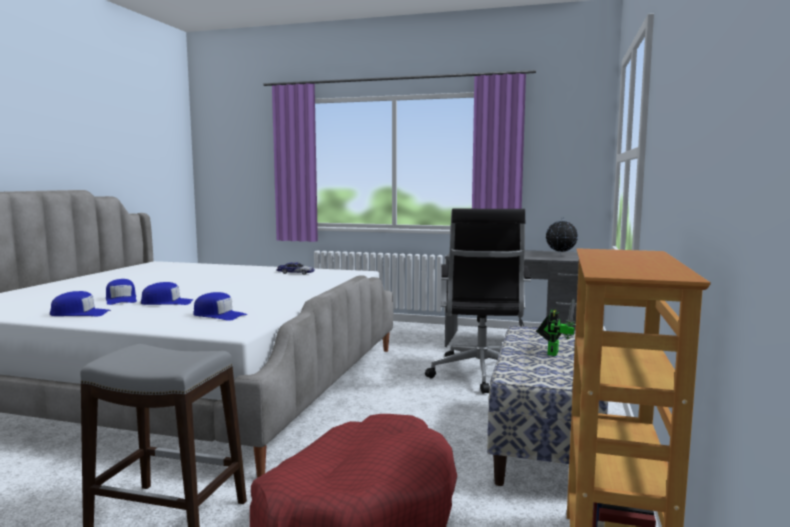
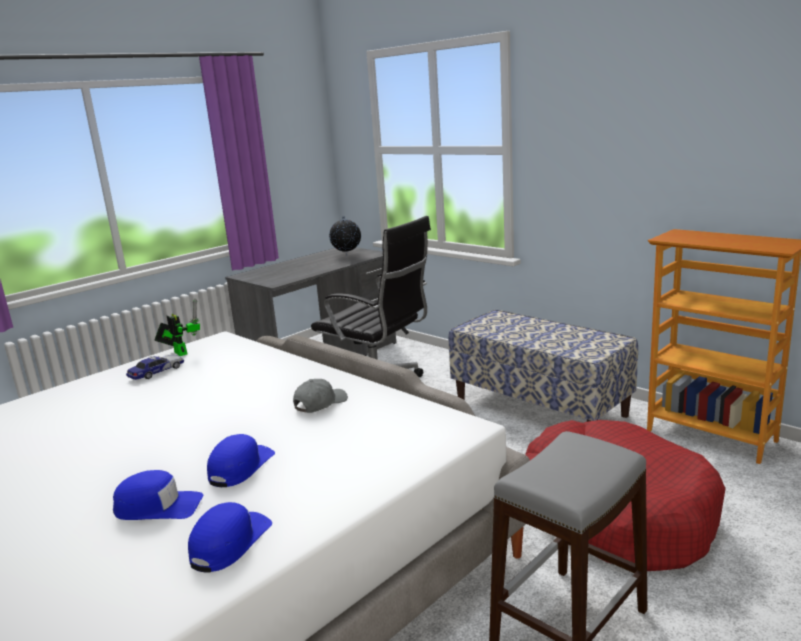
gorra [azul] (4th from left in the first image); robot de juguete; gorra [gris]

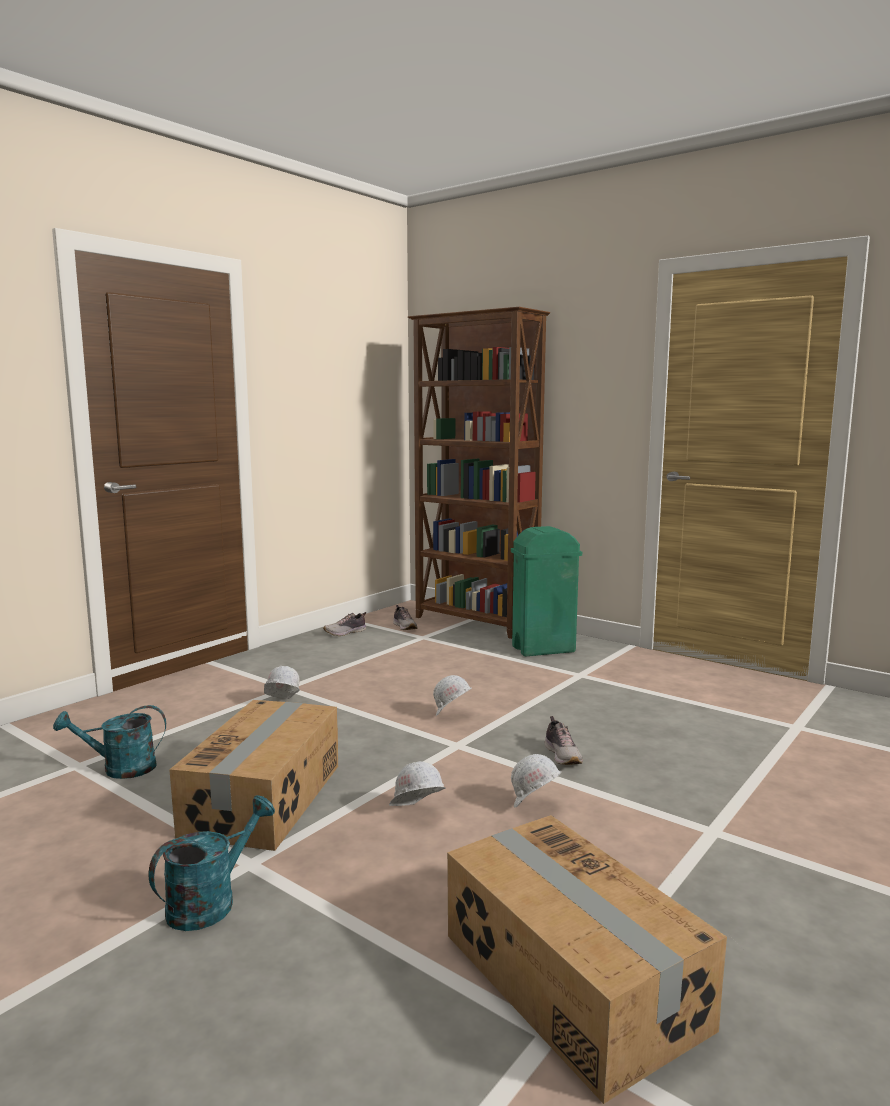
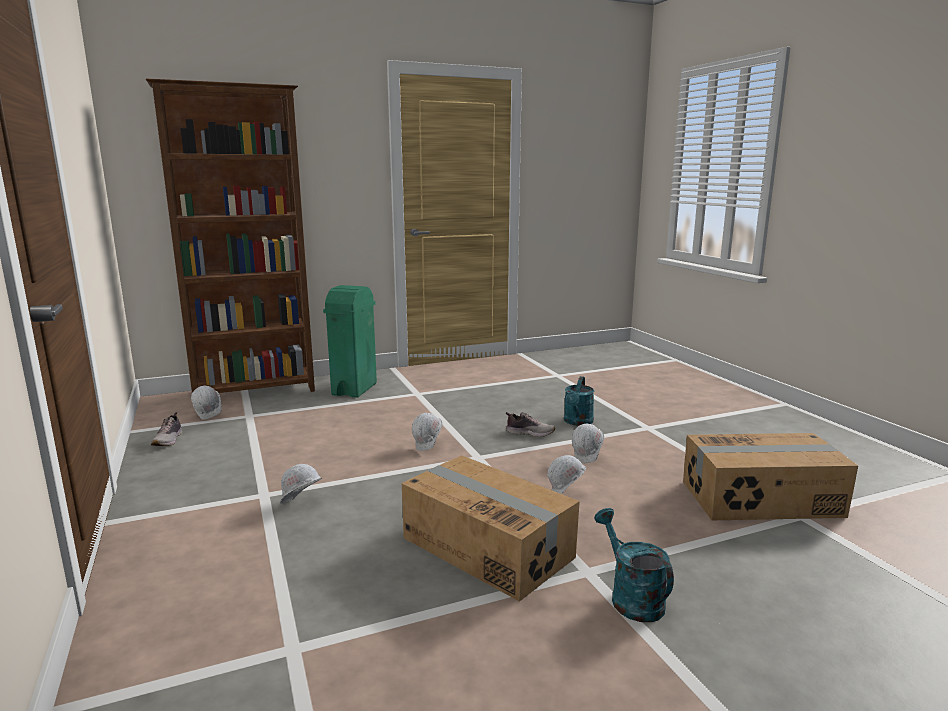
casco [blanco] (1st from left); regadera [turquesa] (1st from left)

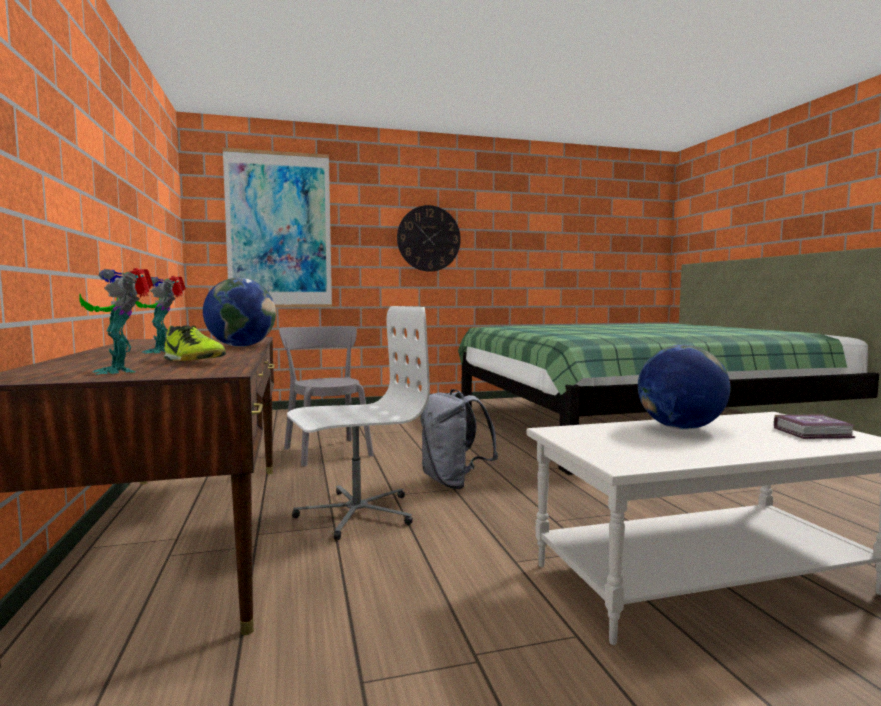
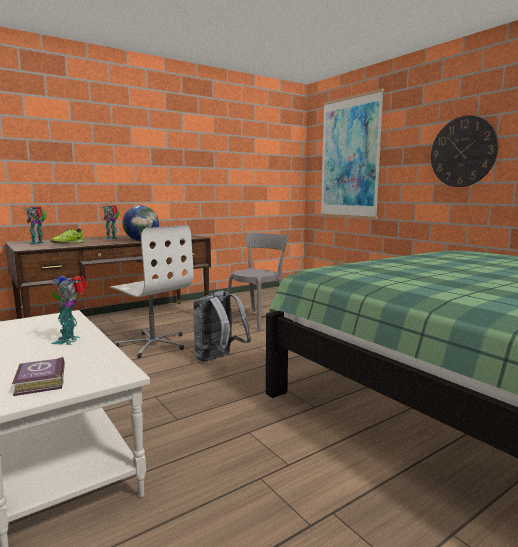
robot de juguete (2nd from left)

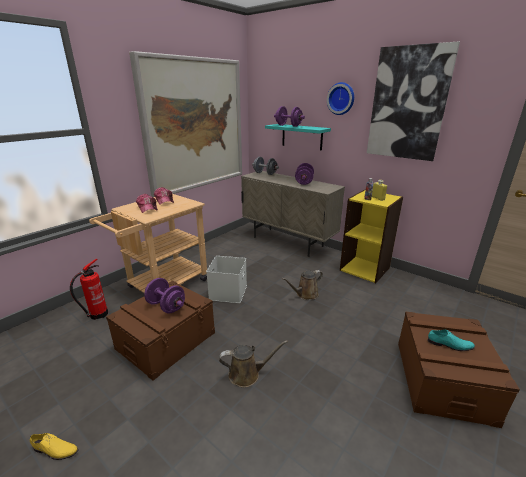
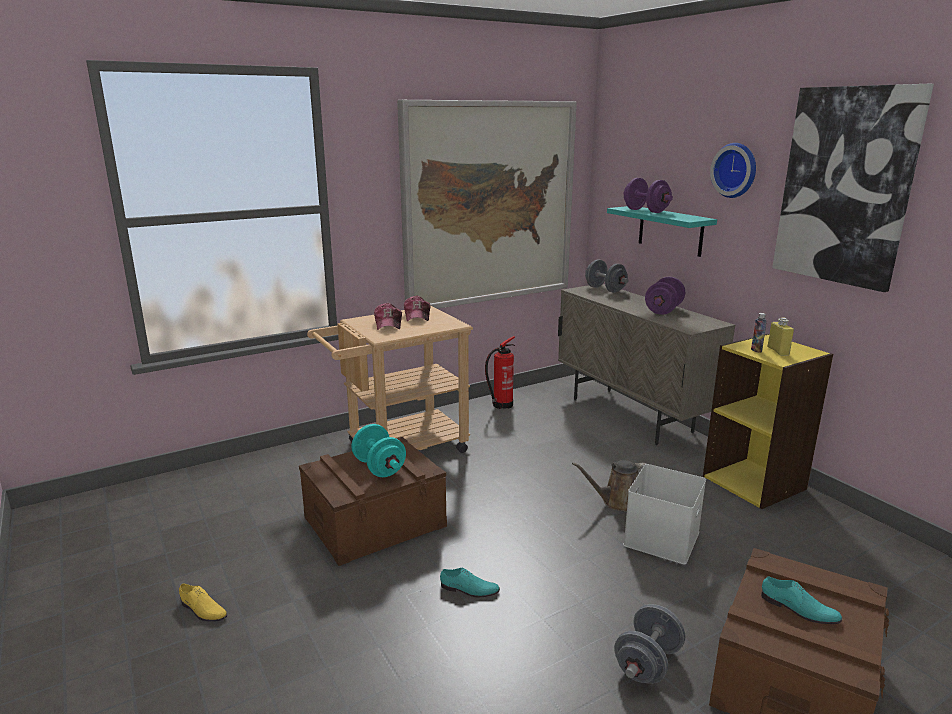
caja de almacenaje [blanco]; extintor; mancuerna [turquesa]; zapato [turquesa] (1st from left); mancuerna [gris] (2nd from left)

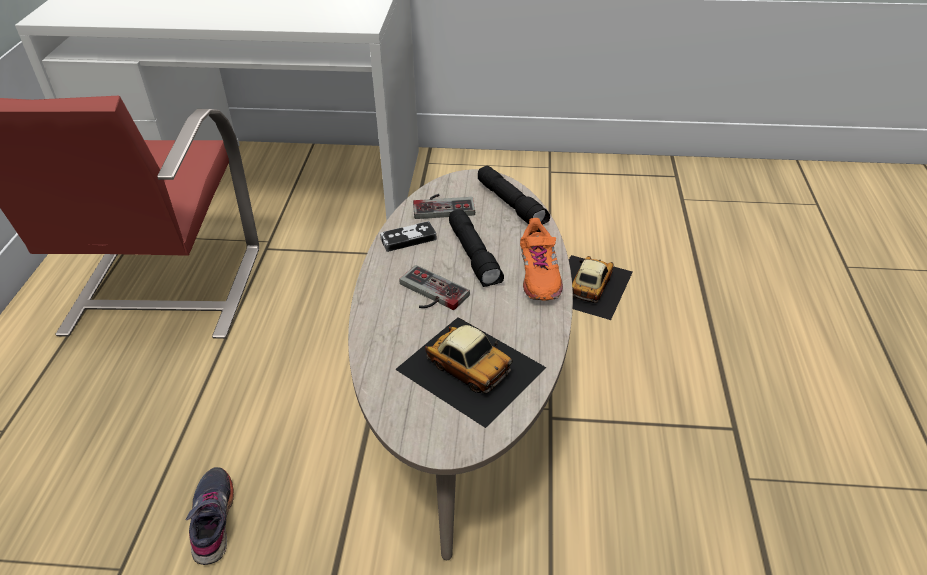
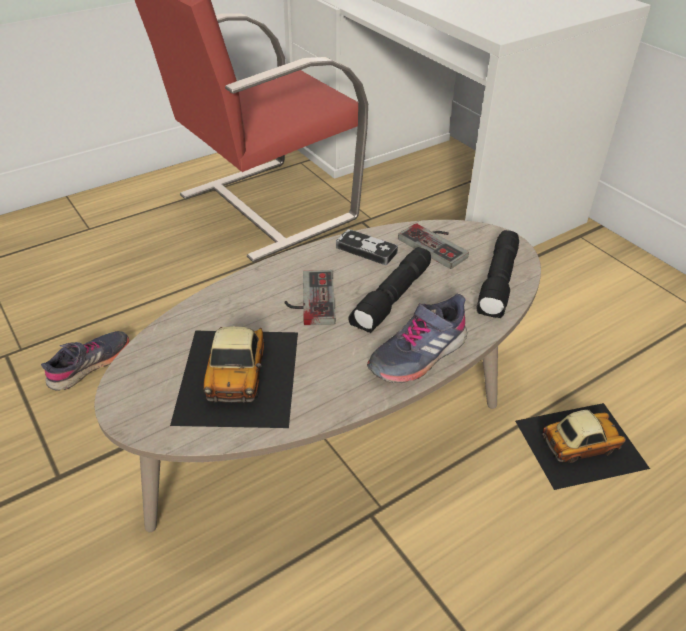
zapato [gris] (2nd from left)

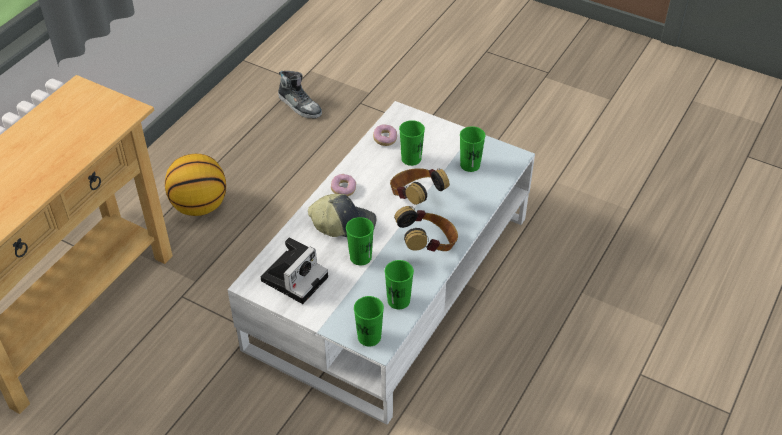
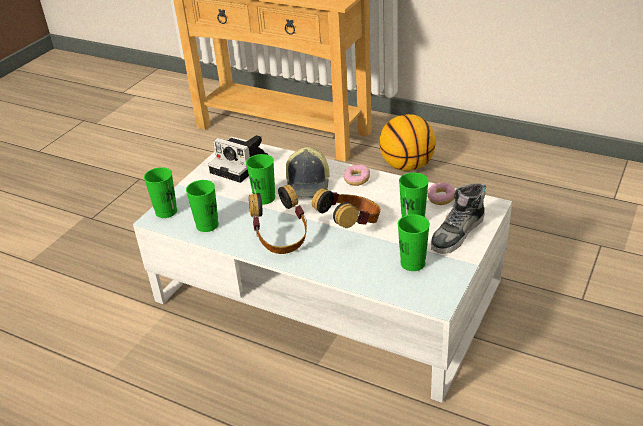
zapato

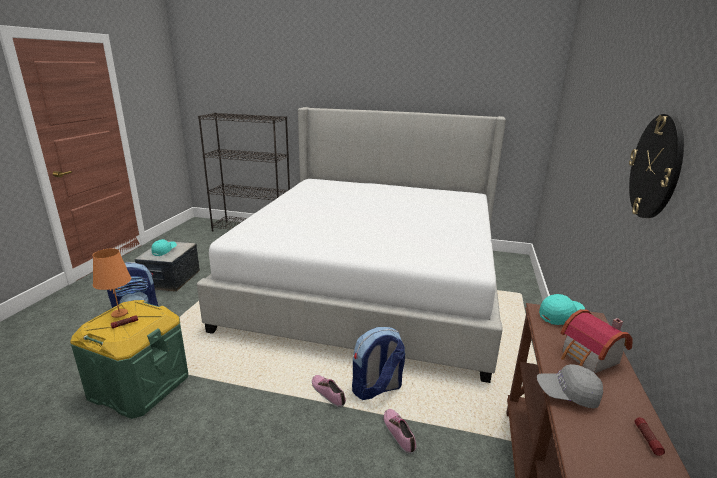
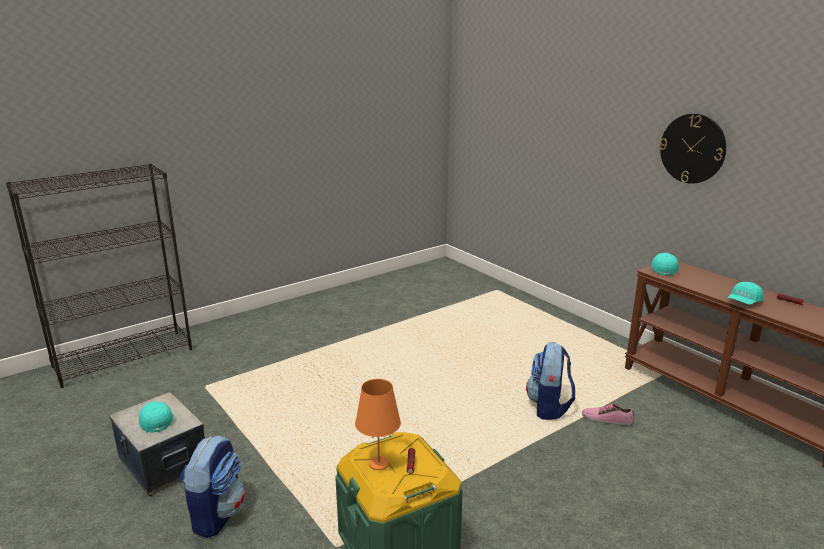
cama; casita; gorra [turquesa] (3rd from left); zapato (1st from left in the first image)

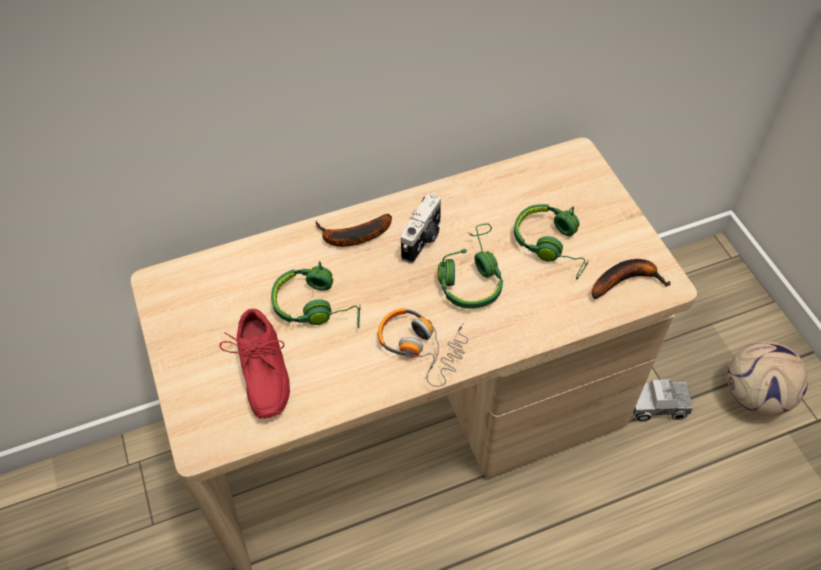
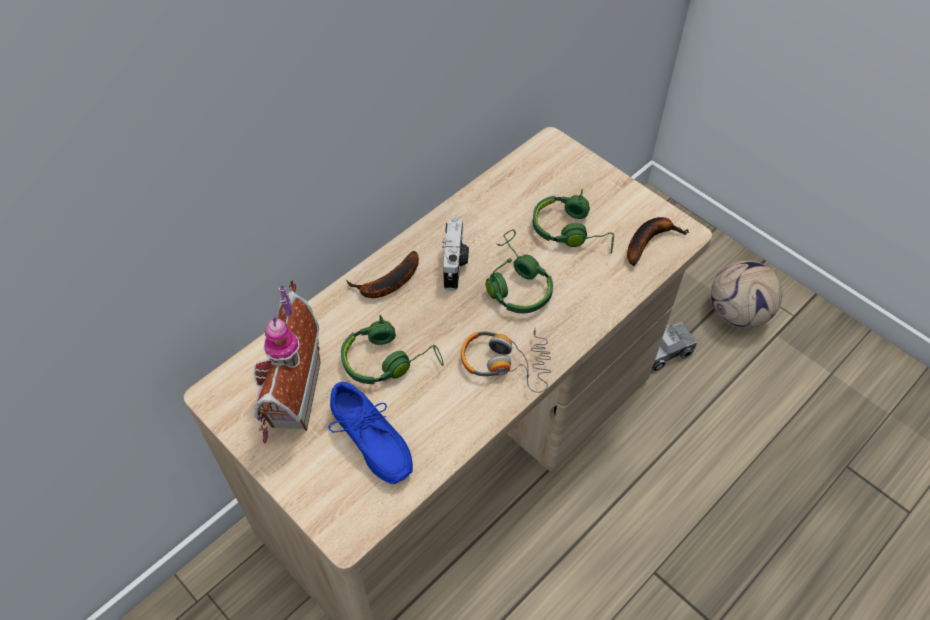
zapato [azul]; casita

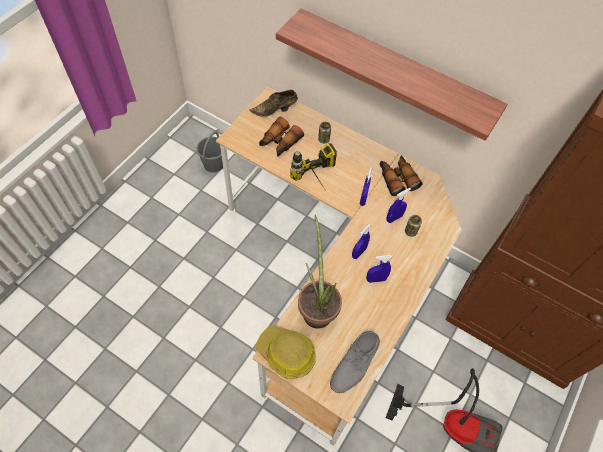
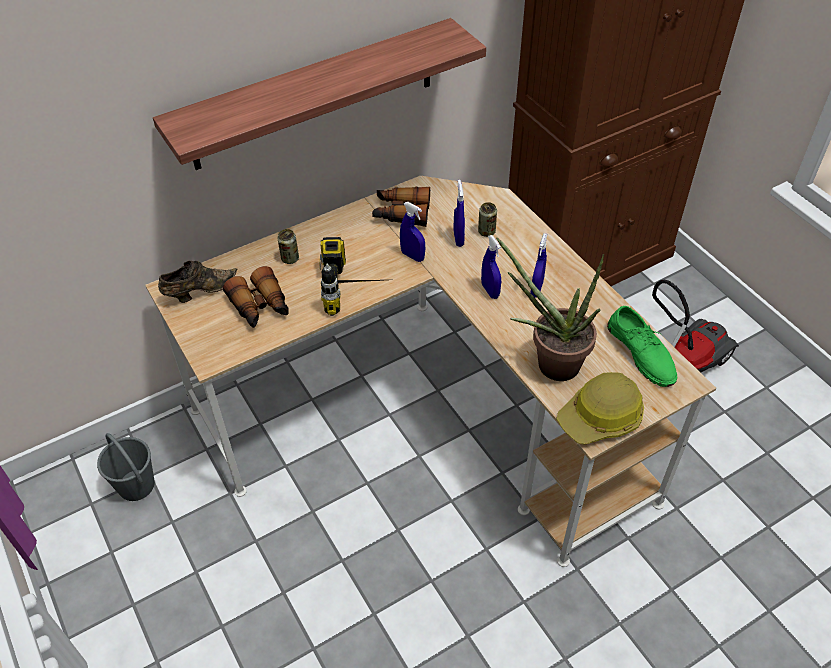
zapato [marrón]; zapato [verde]

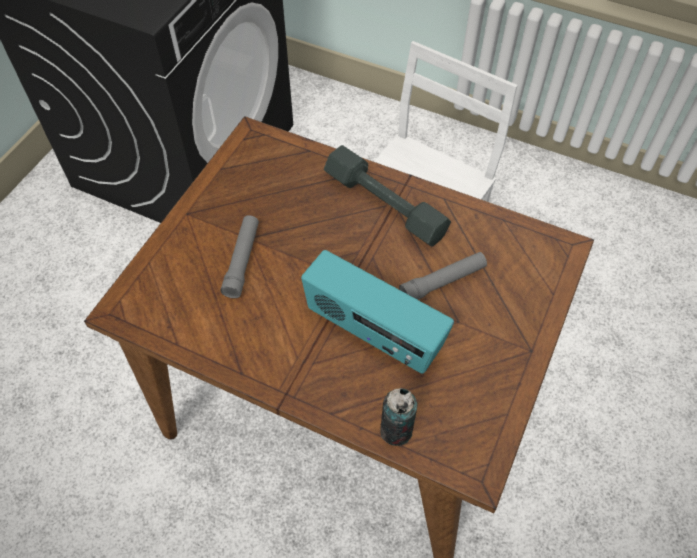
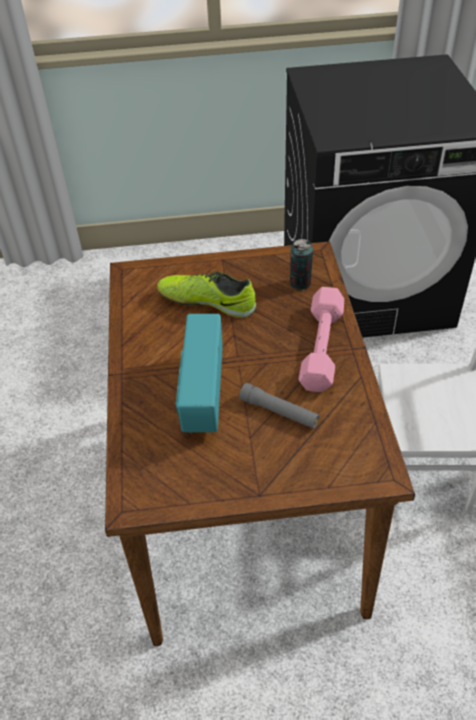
mancuerna [rosa]; zapato; lata

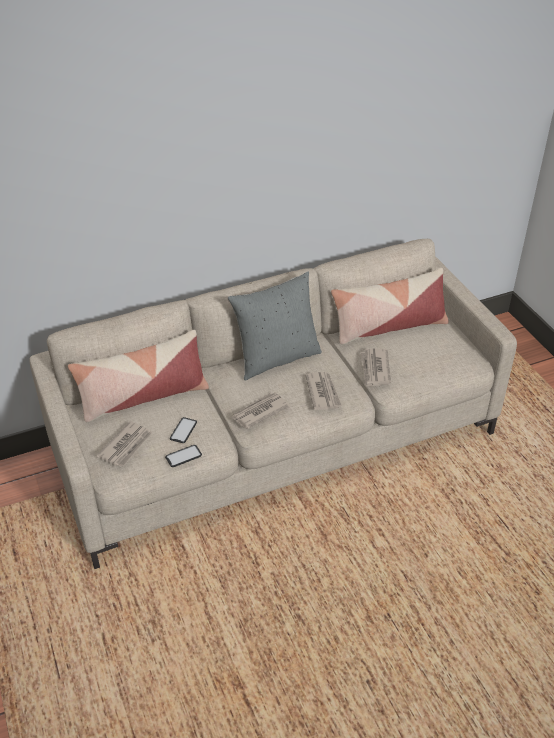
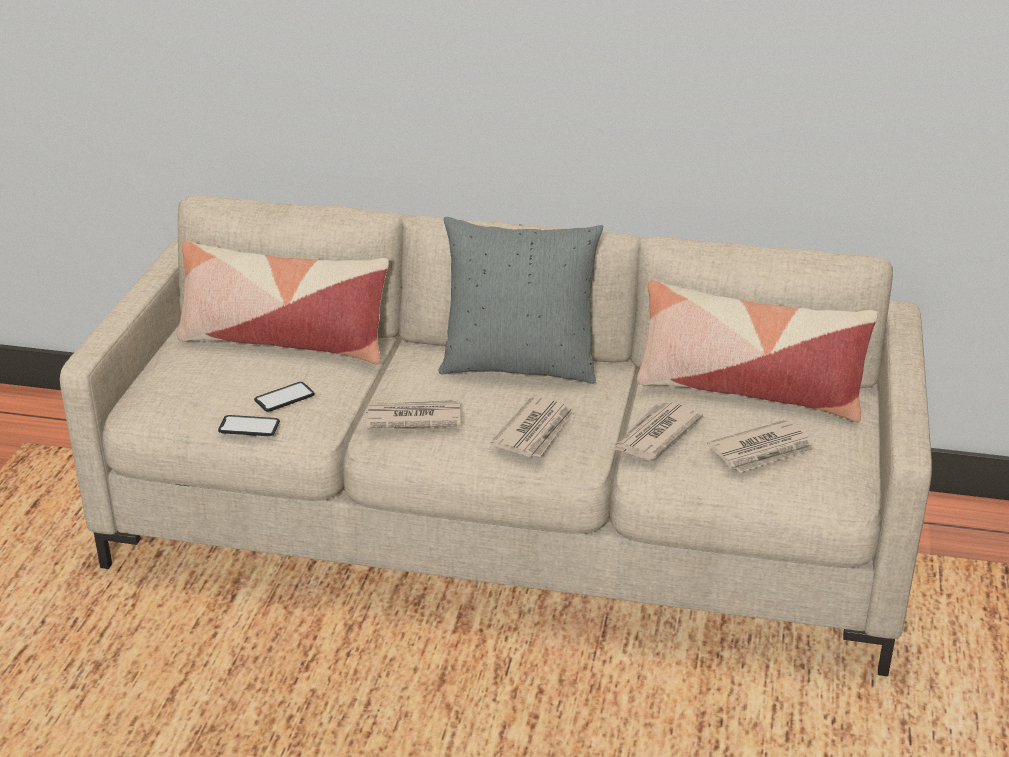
periódico (4th from left)

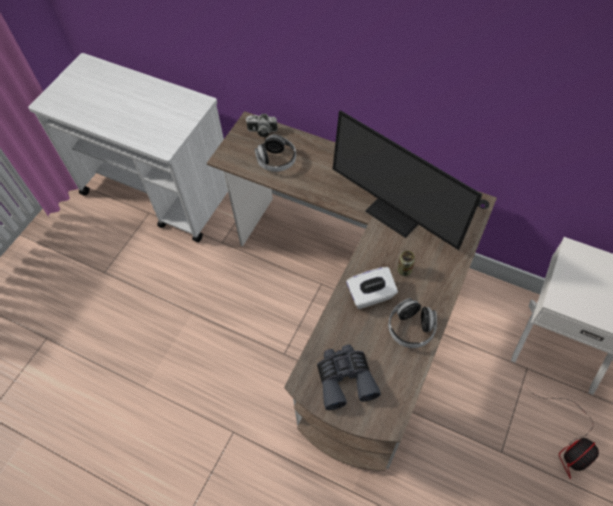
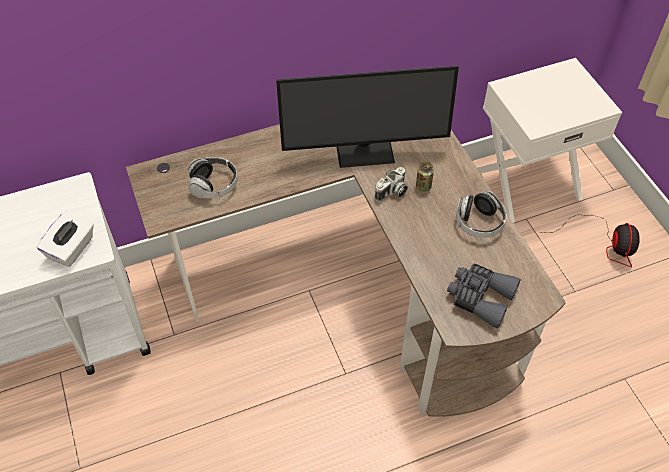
cámara; caja de pañuelos [blanco]

